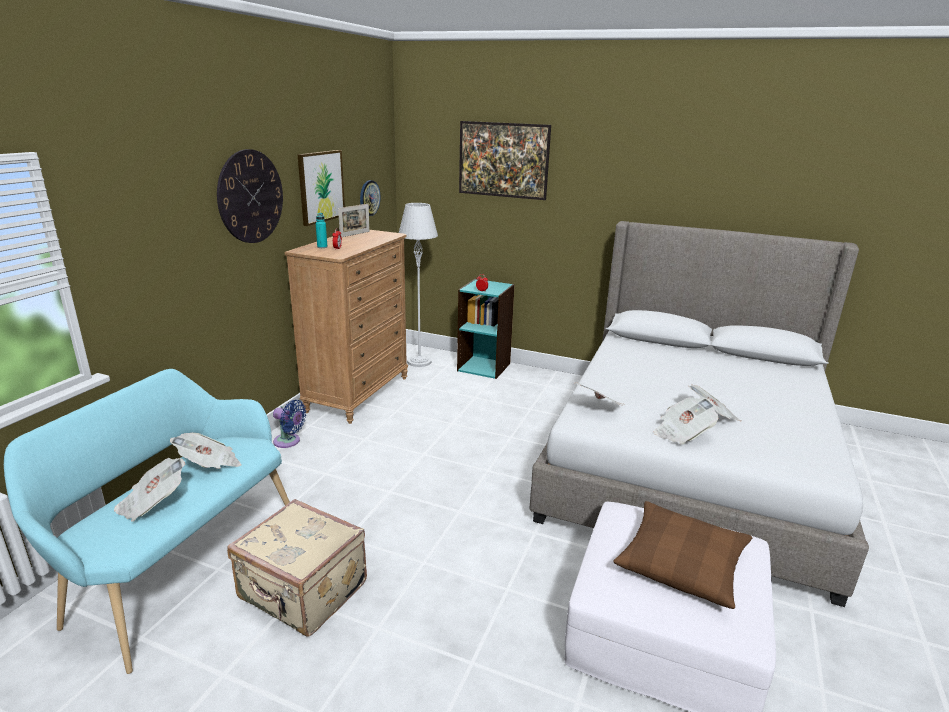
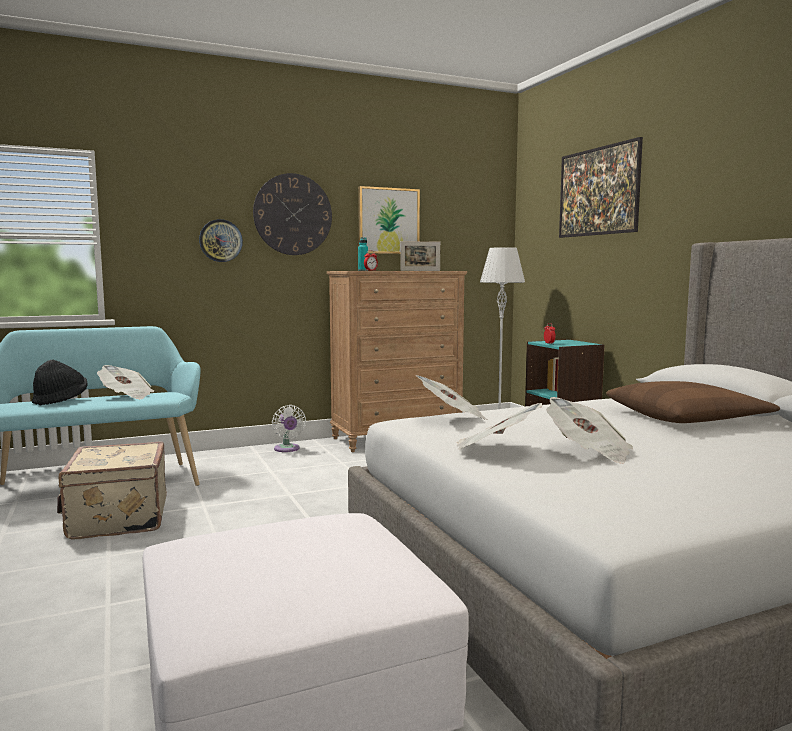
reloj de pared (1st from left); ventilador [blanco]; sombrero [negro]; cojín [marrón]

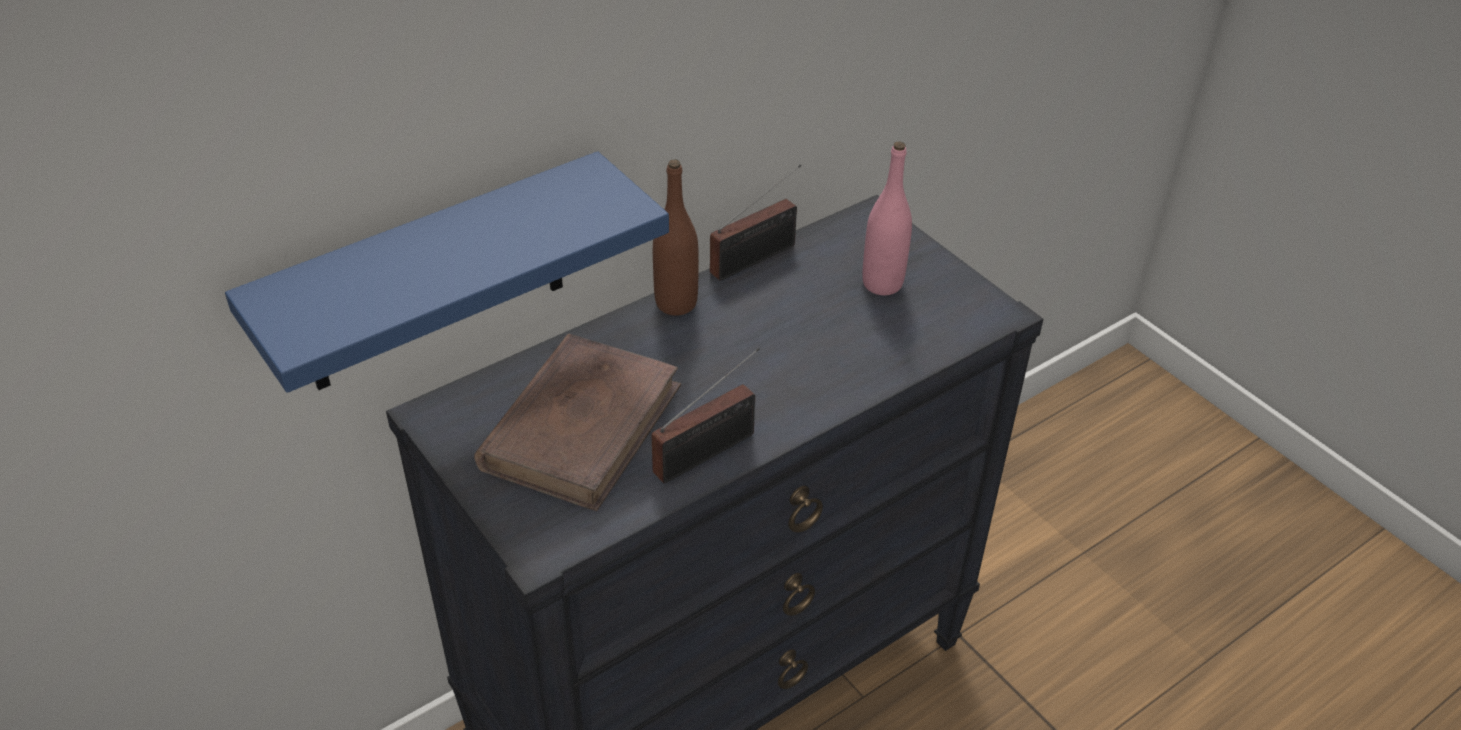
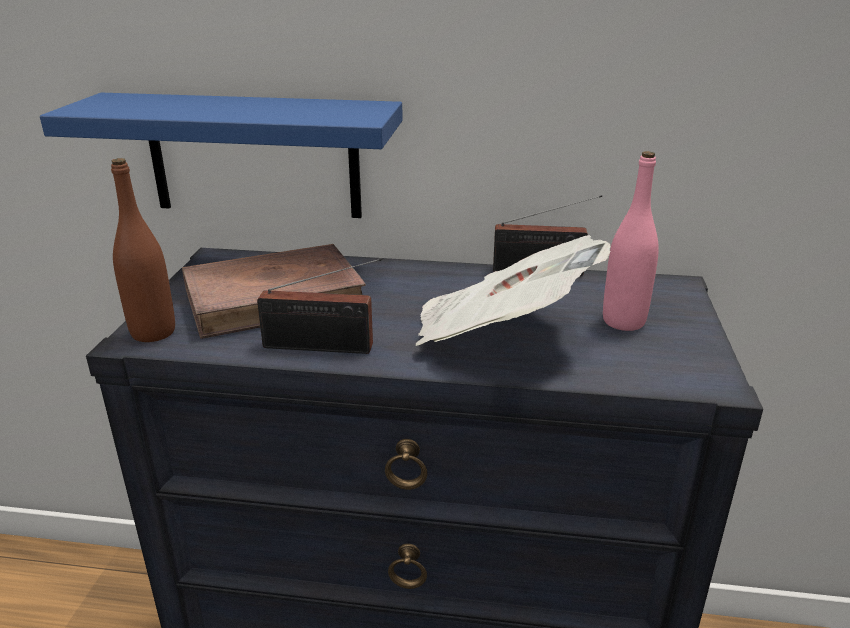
botella [marrón]; periódico

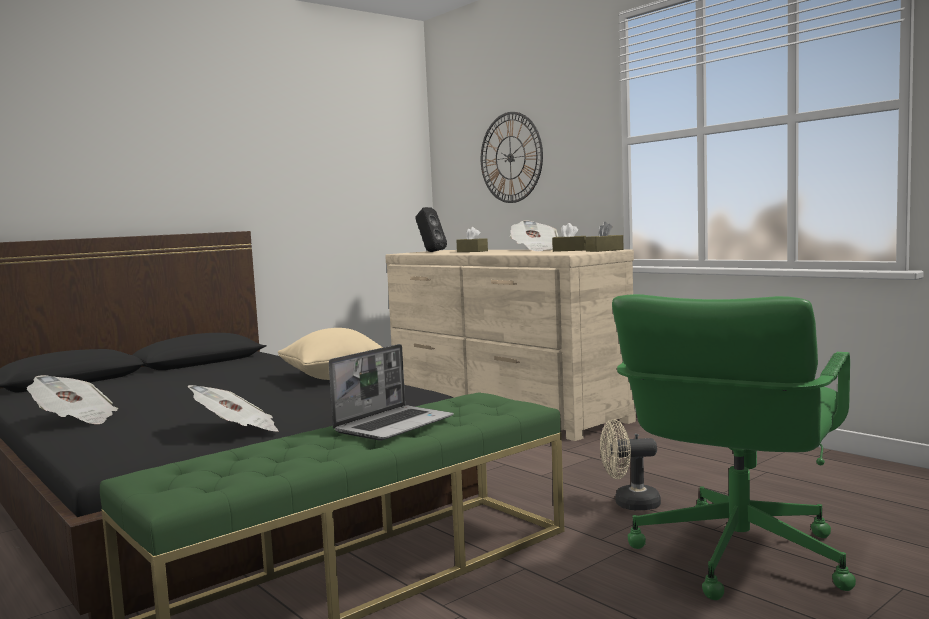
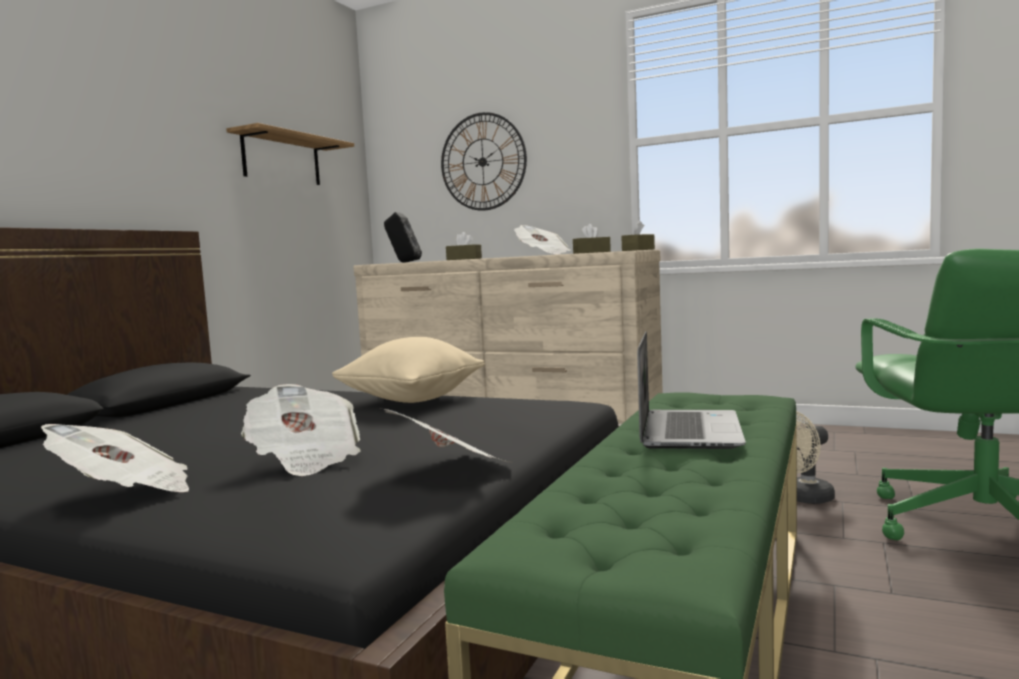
estante; periódico (2nd from left)

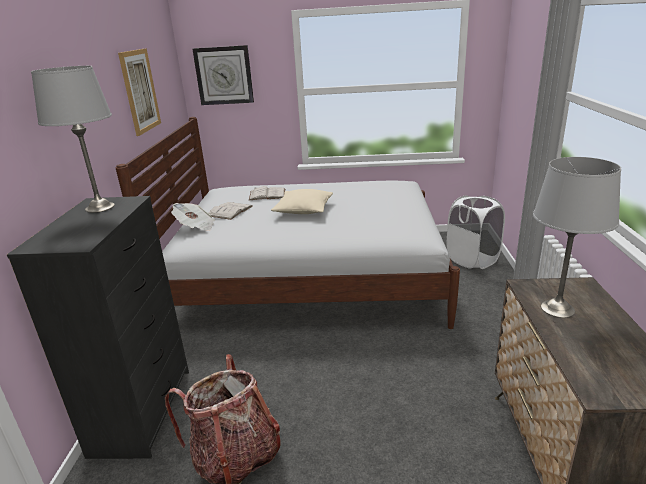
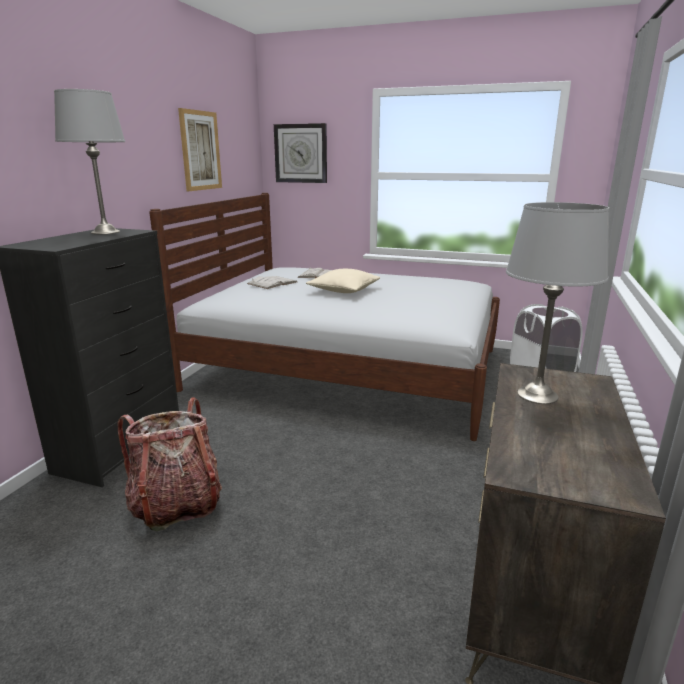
periódico

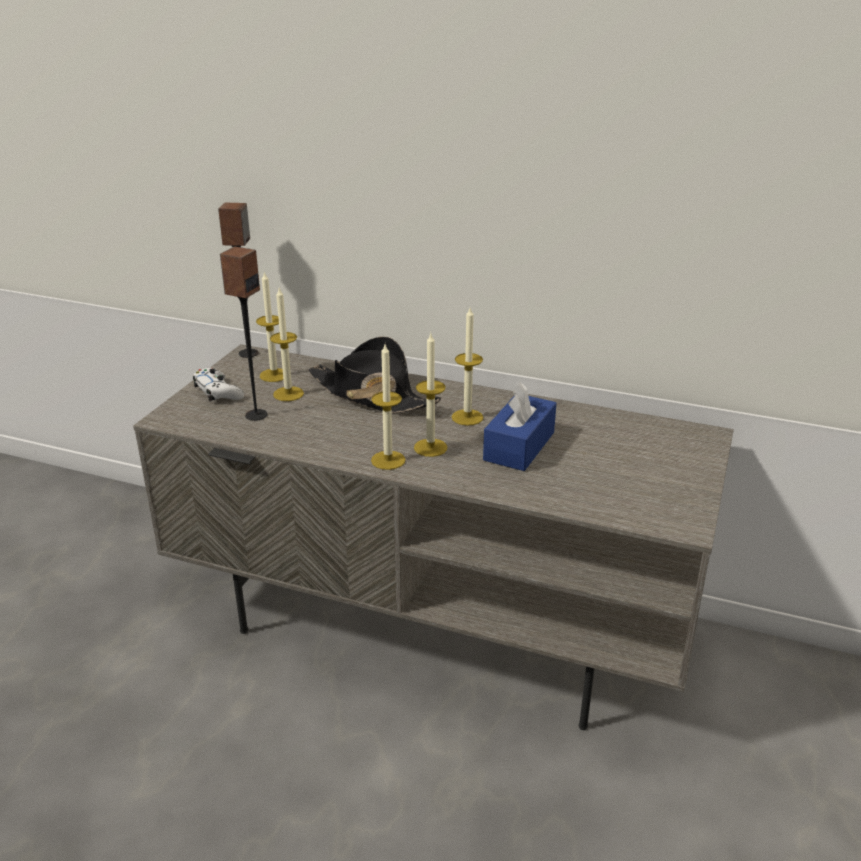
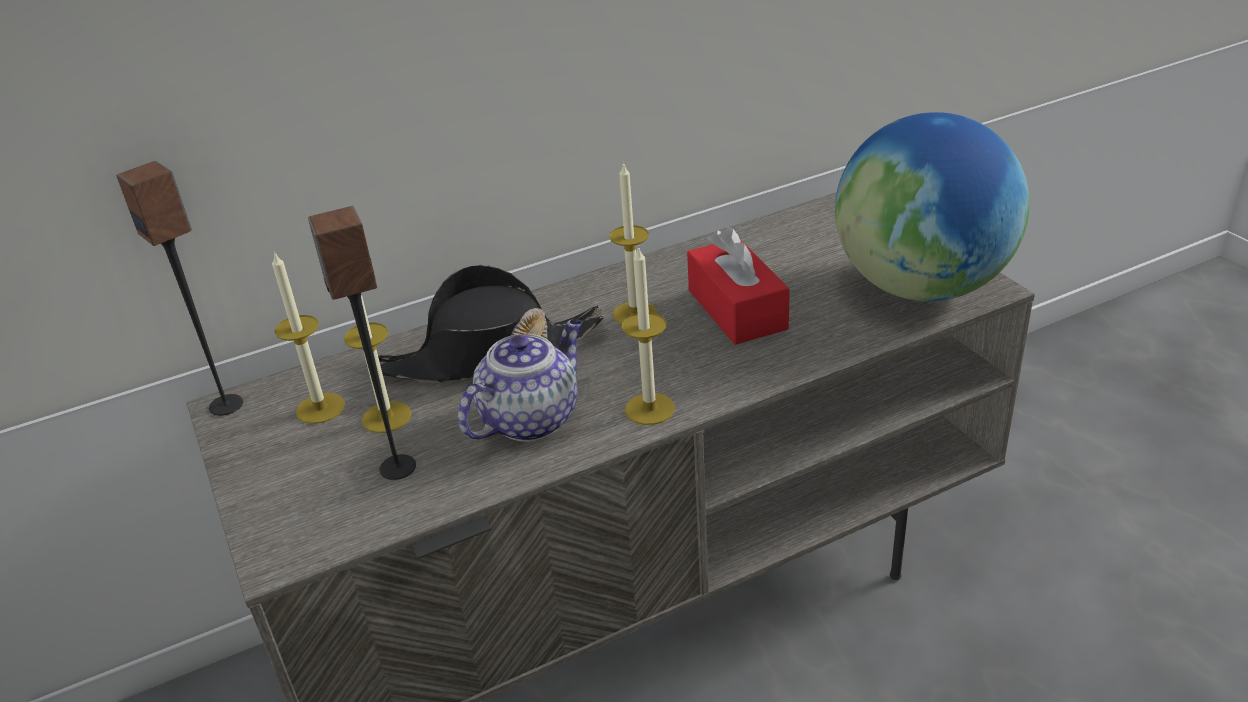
vela (4th from left in the first image); mando de consola [blanco]; caja de pañuelos [rojo]; globo terráqueo; tetera

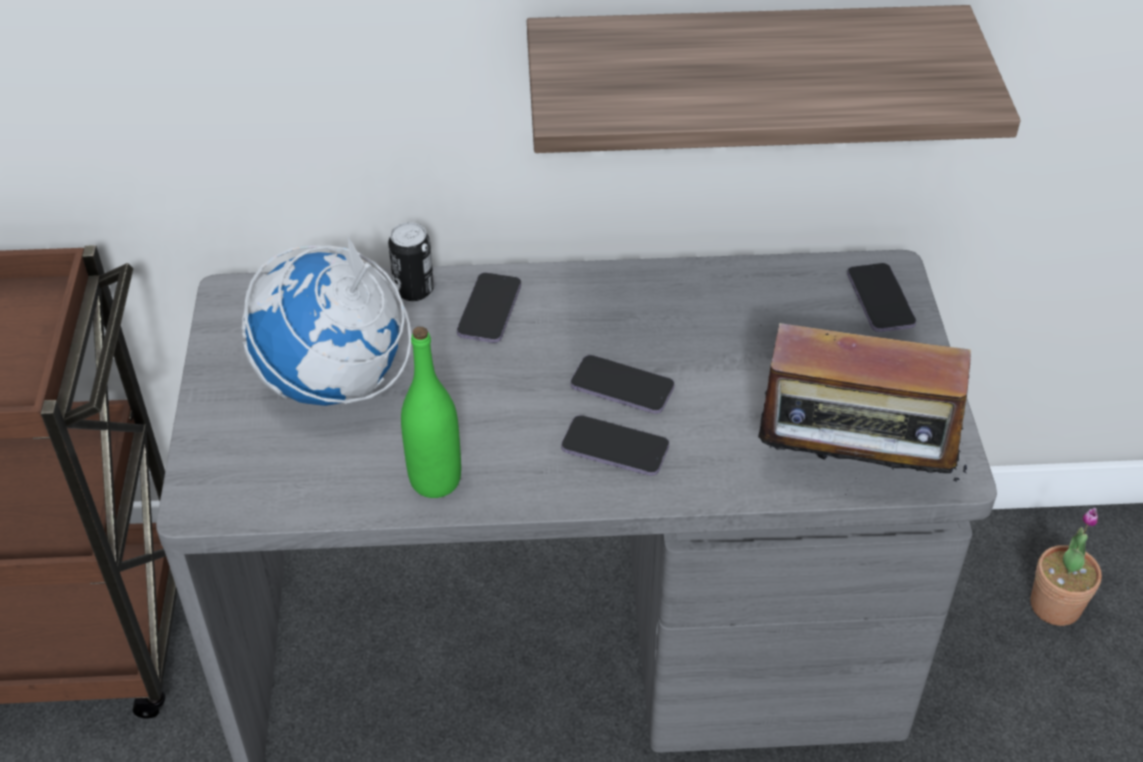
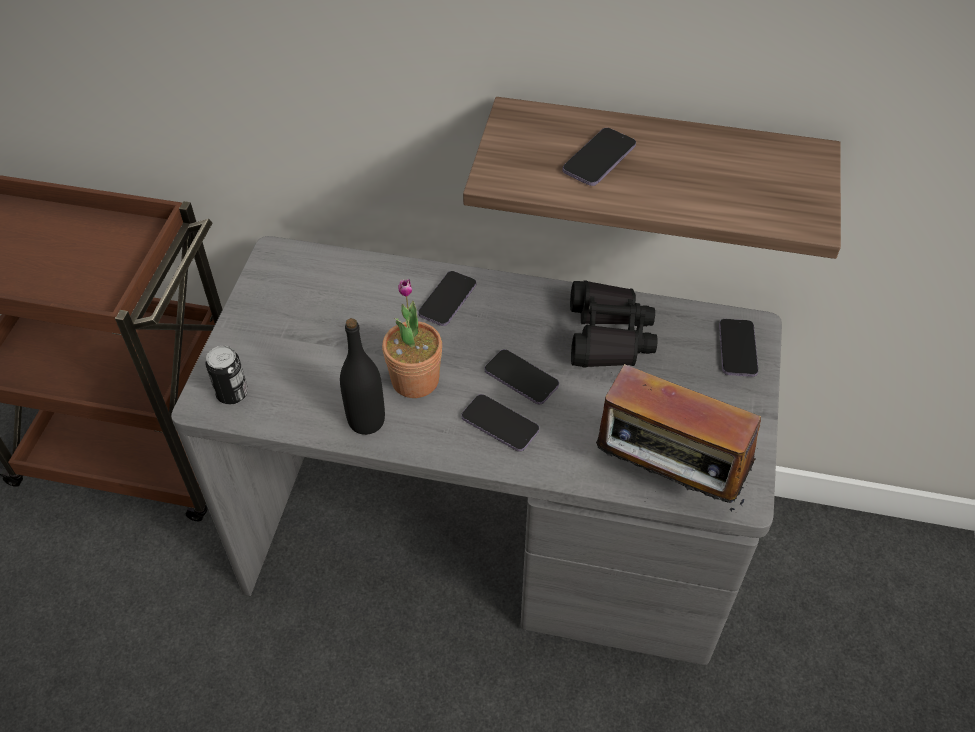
lata; globo terráqueo; botella [negro]; planta en maceta; móvil (4th from left); prismáticos [negro]

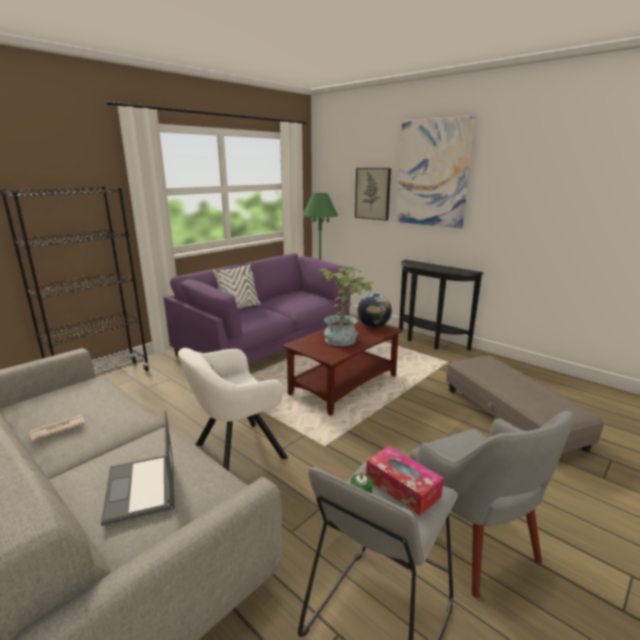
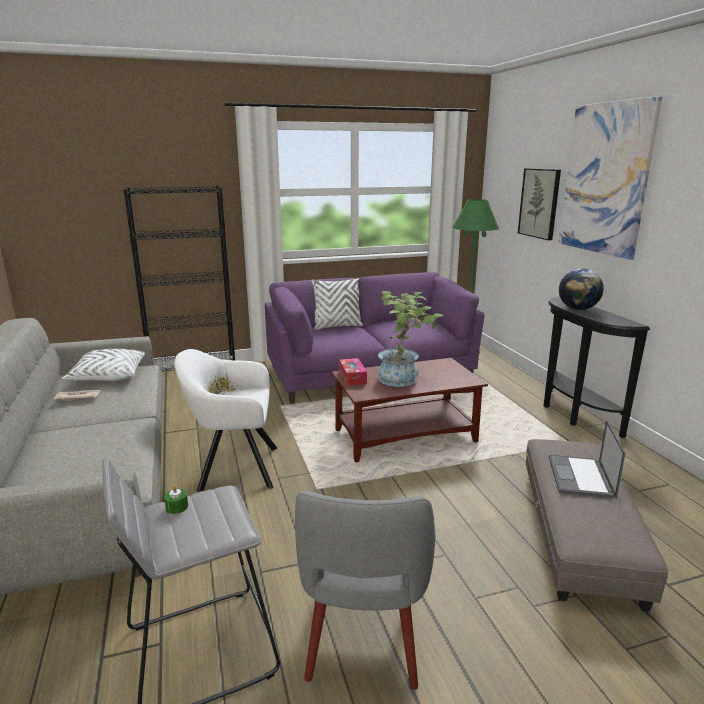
globo terráqueo; portátil; caja de pañuelos; cojín [blanco] (1st from left)

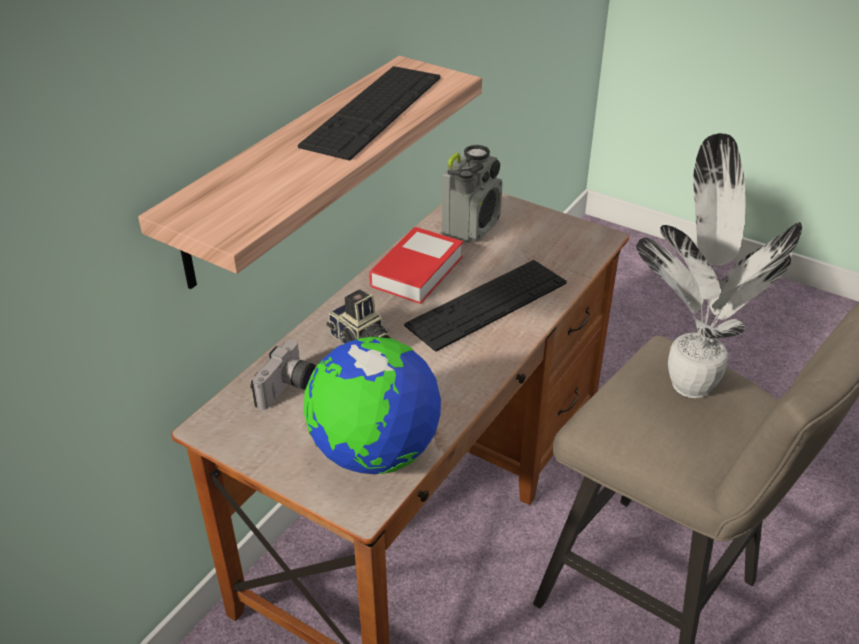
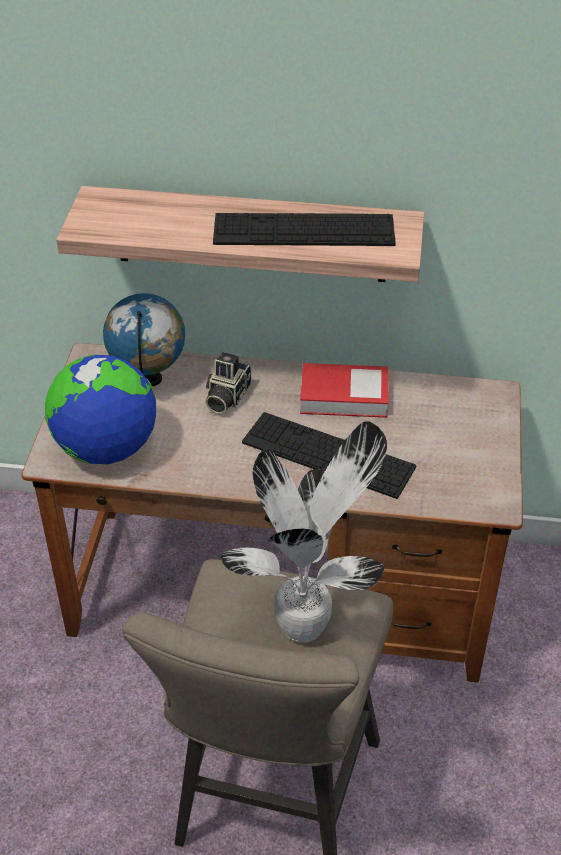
radio; globo terráqueo (2nd from left)

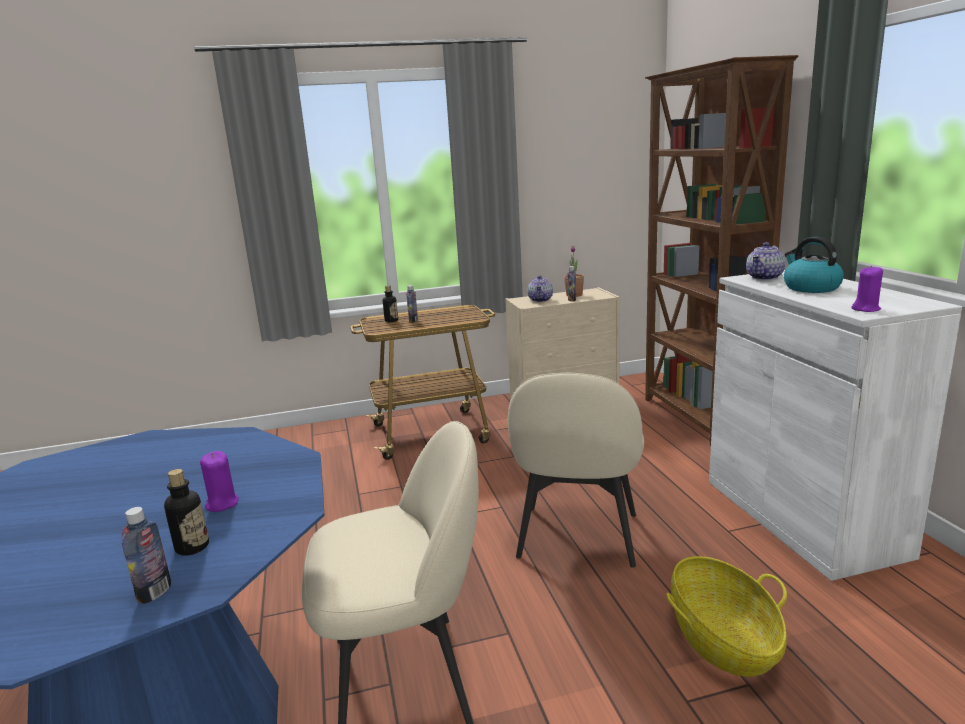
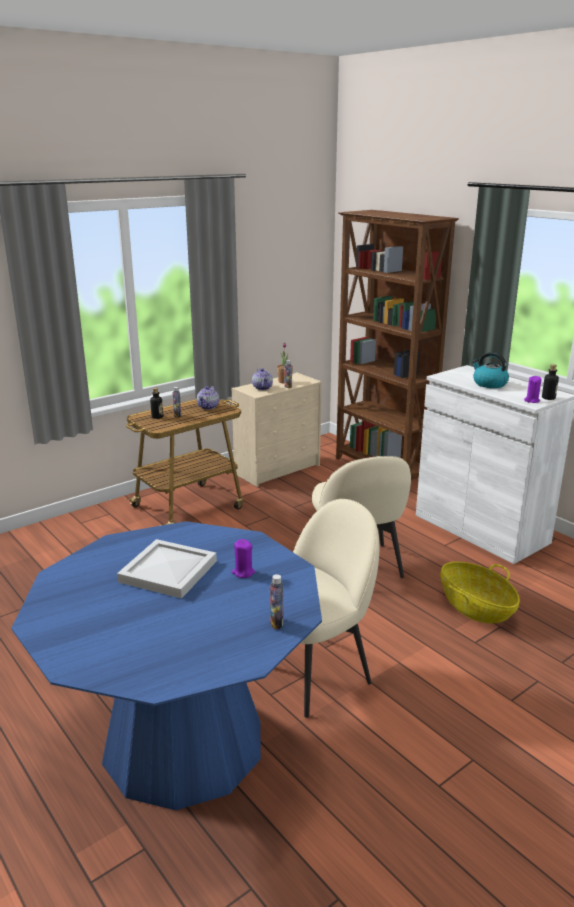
tetera (1st from left); botella (5th from left); bandeja [blanco]

